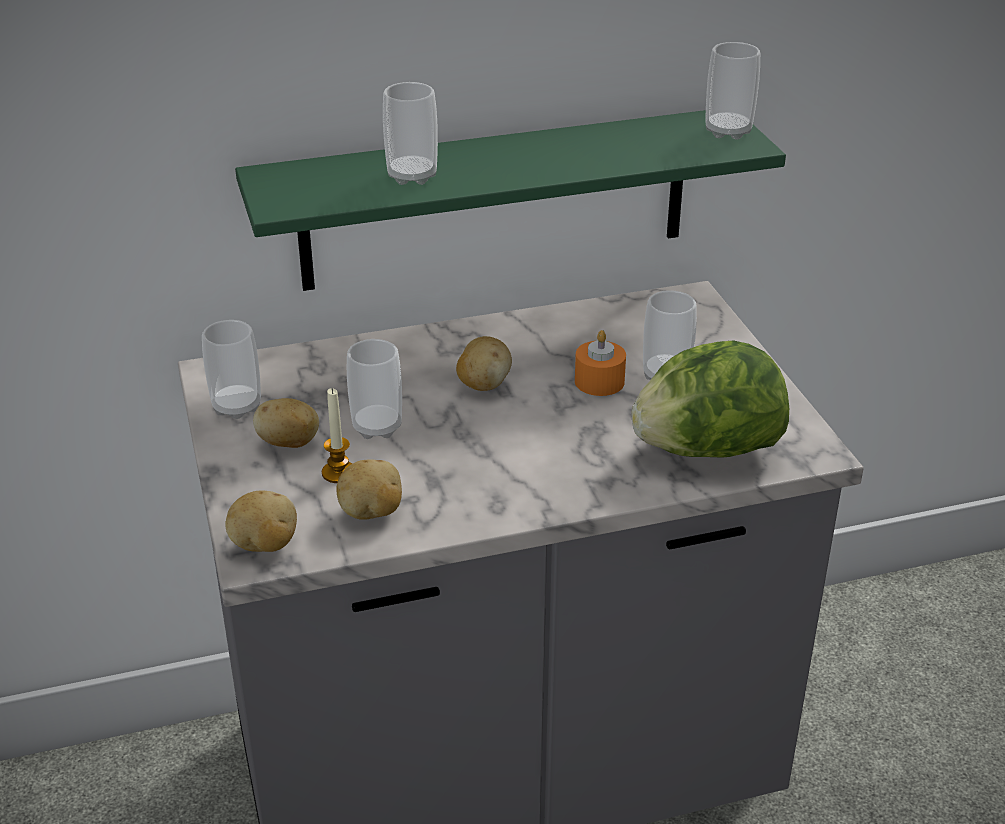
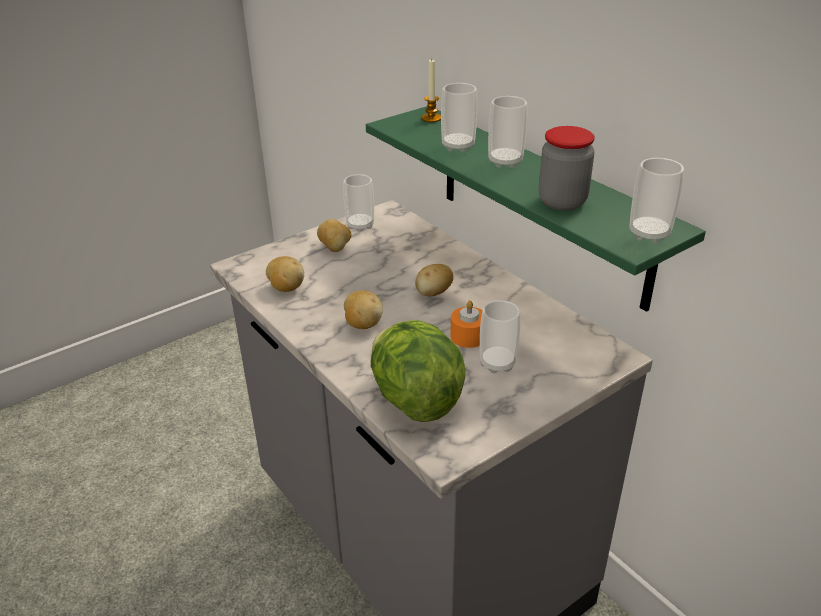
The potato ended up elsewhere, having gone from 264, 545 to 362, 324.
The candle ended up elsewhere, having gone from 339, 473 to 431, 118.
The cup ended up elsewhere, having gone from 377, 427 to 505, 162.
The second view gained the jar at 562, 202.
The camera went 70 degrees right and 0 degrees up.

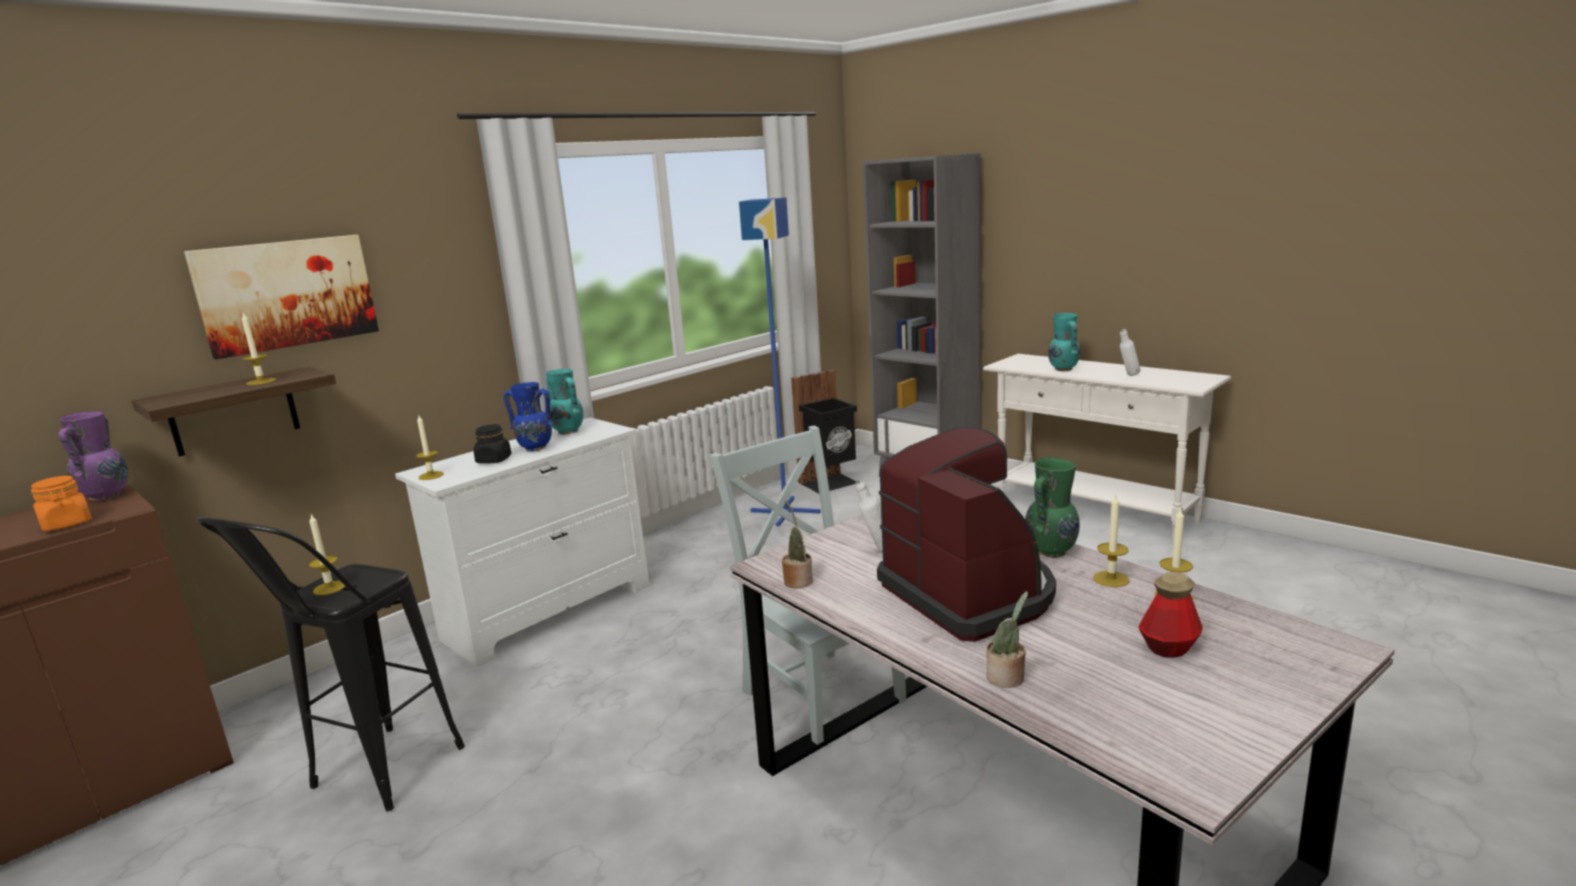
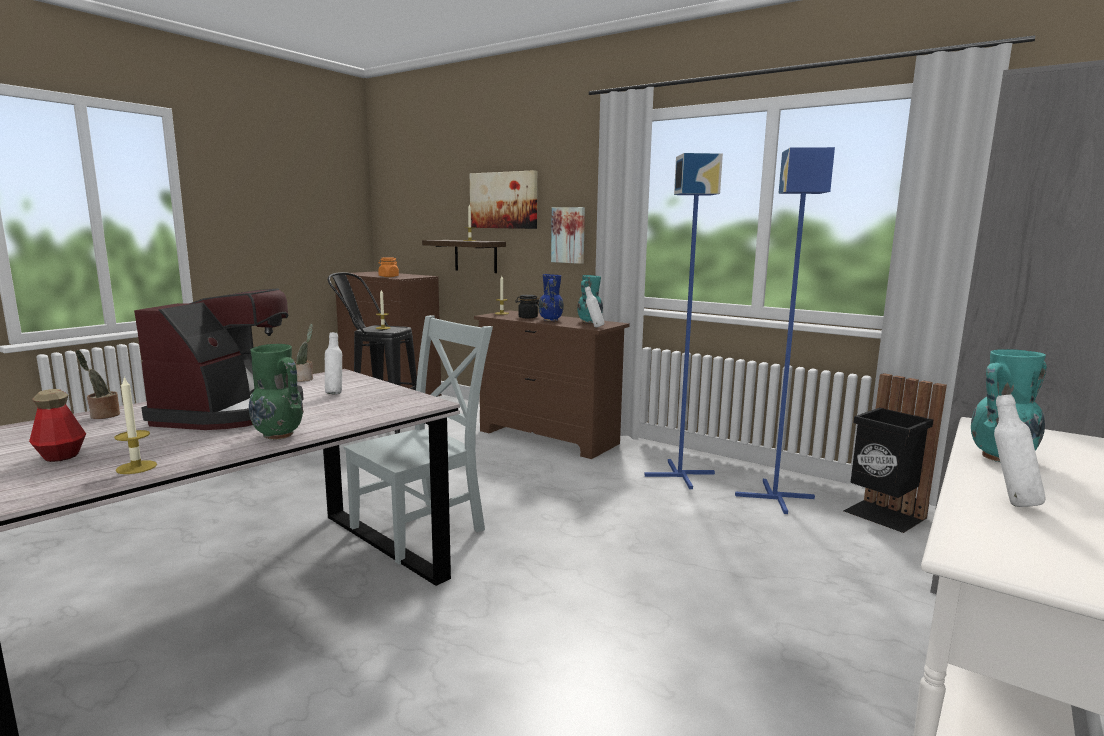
The coffee_machine at 969, 593 ended up facing another way, 45 degrees counterclockwise from before.
What was the white_dresser at 550, 611 turned into the brown_dresser at 548, 437.
The second view gained the picture at 569, 235.
The second view gained the white_bottle at 594, 327.
The second view gained the blue_floor_lamp at 680, 474.
The second view lost the purple_vase at 107, 497.
The second view lost the candle at 1111, 579.
The camera went 80 degrees right and 5 degrees down.

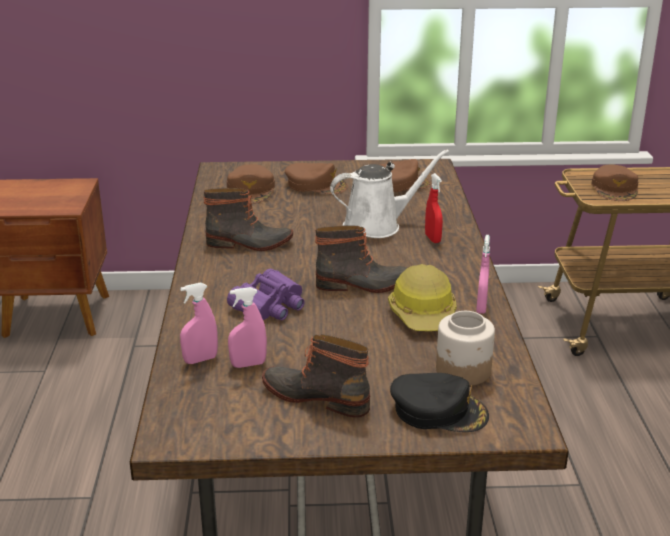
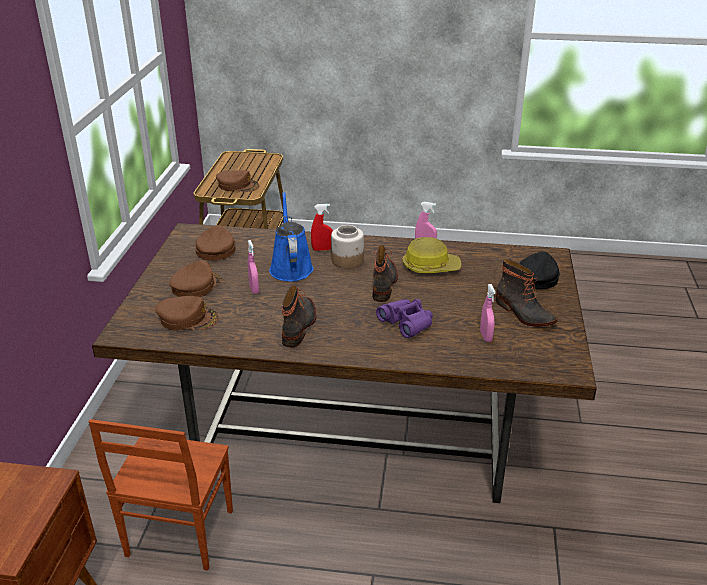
The second view gained the brown_chair at 178, 534.
The pink_spray_bottle ended up elsewhere, having gone from 200, 360 to 254, 289.
What was the white_watering_can at 377, 225 turned into the blue_watering_can at 290, 267.
The jar ended up elsewhere, having gone from 463, 371 to 347, 260.
The boot at 317, 396 ended up facing another way, 75 degrees counterclockwise from before.
The camera went 80 degrees left and 5 degrees up.

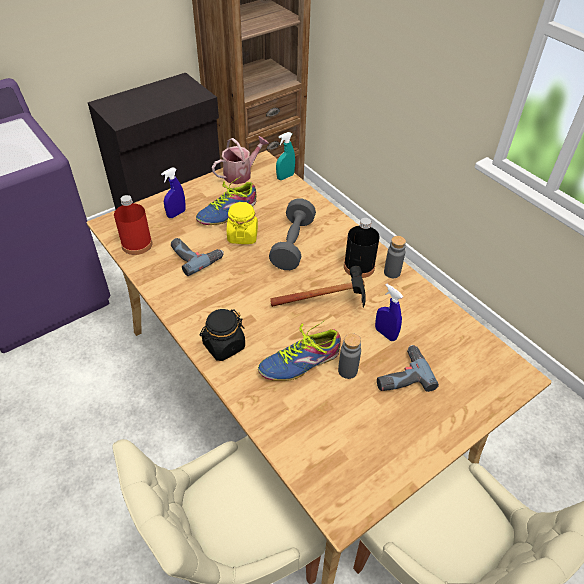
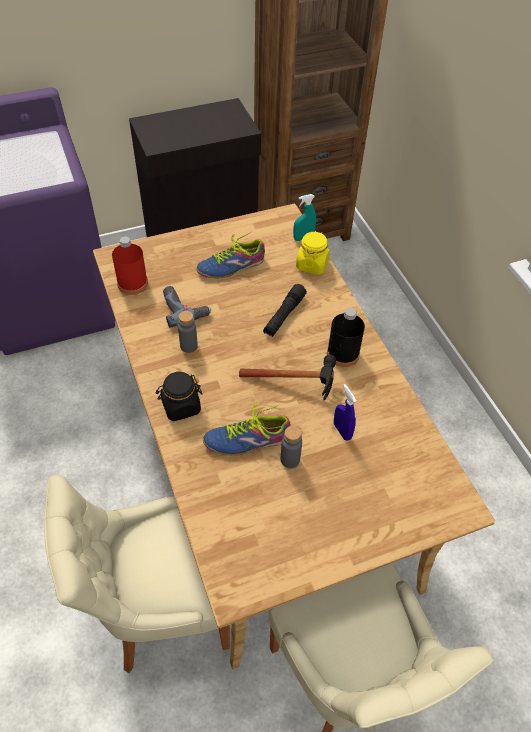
The grey_bottle ended up elsewhere, having gone from 392, 272 to 188, 346.
Where the grey_dumbbell stood at 293, 244, the black_flashlight came to stand at 284, 315.
The yellow_jar ended up elsewhere, having gone from 242, 235 to 312, 264.
The second view lost the blue_spray_bottle at 176, 214.
The second view lost the watering_can at 241, 174.
The second view lost the power_drill at 400, 374.
The camera went 15 degrees right and 5 degrees up.

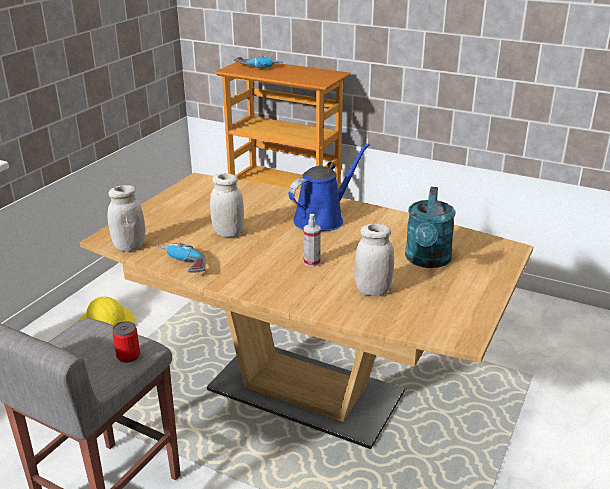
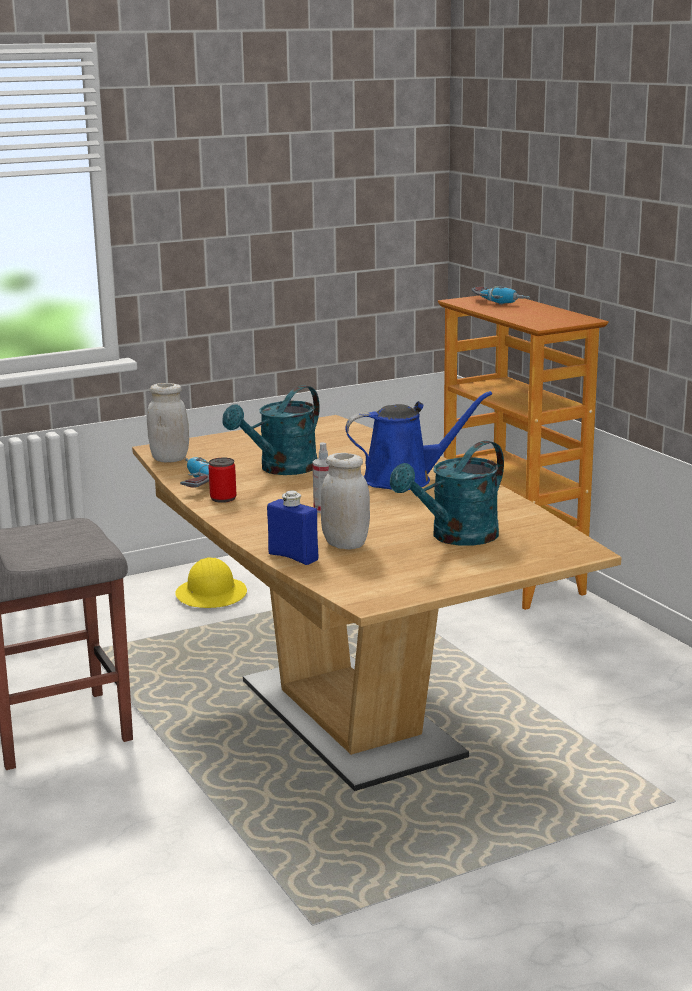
The can ended up elsewhere, having gone from 128, 356 to 223, 498.
Where the white_jar stood at 228, 233, the turquoise_watering_can came to stand at 281, 469.
The second view gained the blue_bottle at 293, 557.
The camera went 35 degrees right and 10 degrees down.

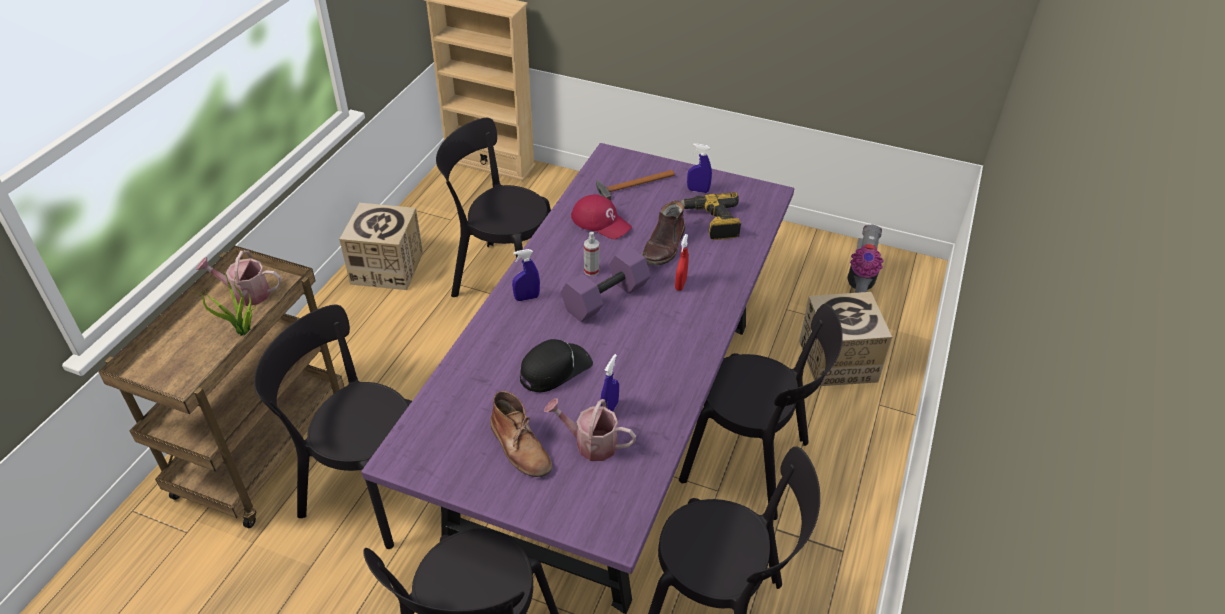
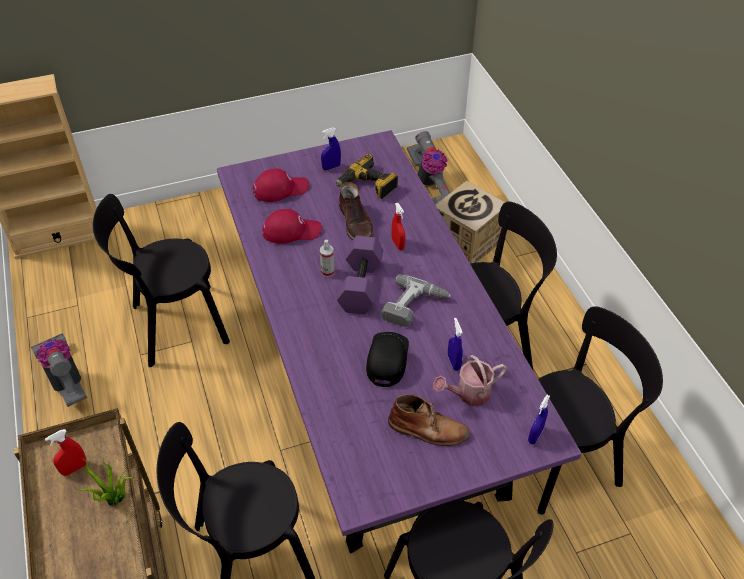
Where the cardboard_box stood at 387, 268, the vacuum_cleaner came to stand at 66, 379.
Where the watering_can stood at 246, 293, the red_spray_bottle came to stand at 74, 468.
Where the hammer stood at 632, 185, the red_cap came to stand at 280, 189.
The second view gained the power_drill at 415, 307.
The blue_spray_bottle ended up elsewhere, having gone from 527, 298 to 535, 435.
The camera went 40 degrees left and 5 degrees up.

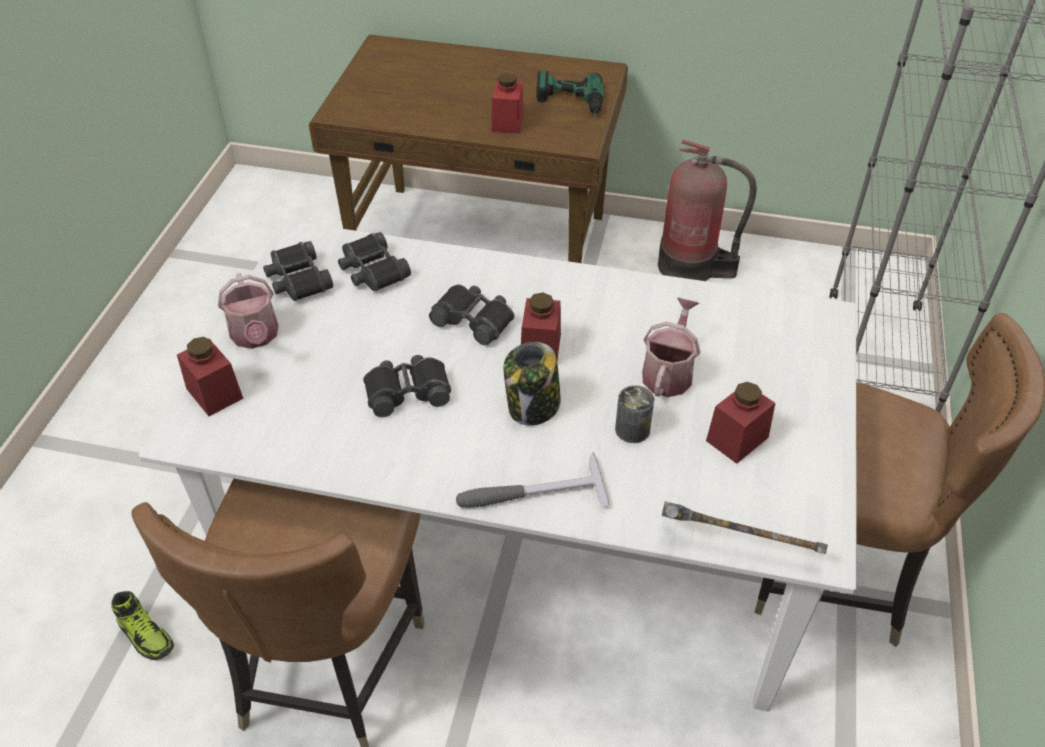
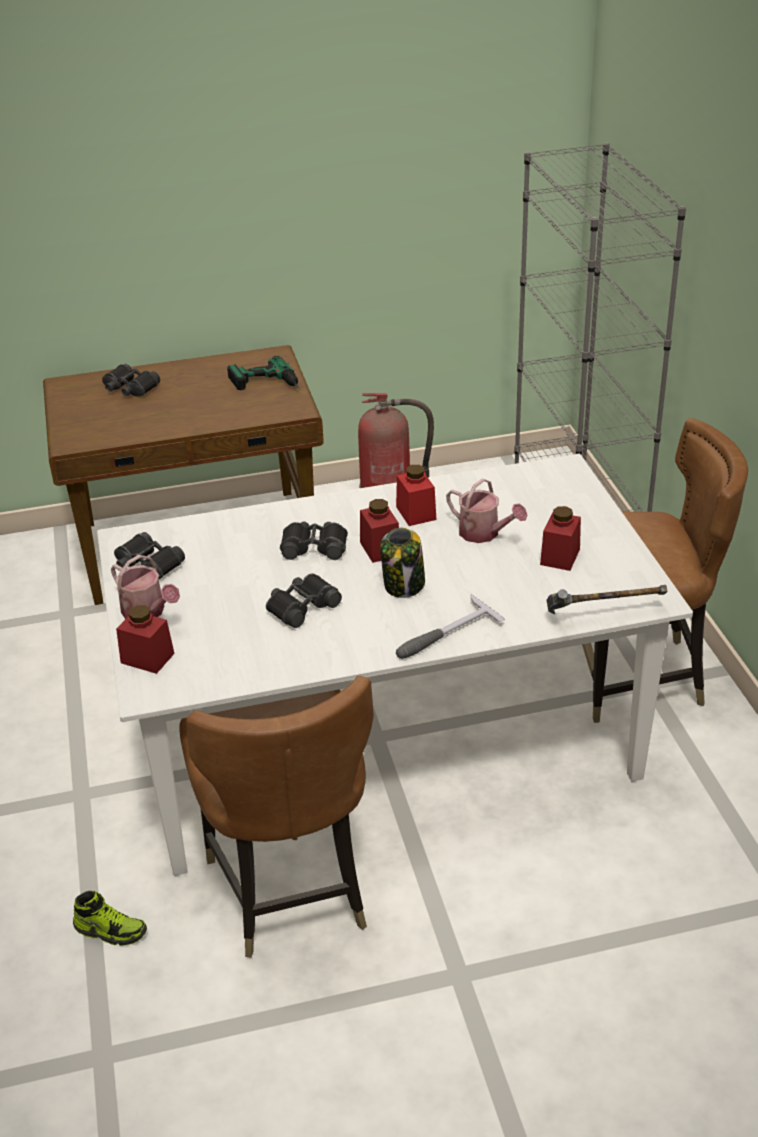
The black_binoculars ended up elsewhere, having gone from 372, 271 to 130, 388.
The red_jar ended up elsewhere, having gone from 507, 122 to 416, 513.
The watering_can at 669, 372 ended up facing another way, 135 degrees clockwise from before.
The second view lost the can at 632, 429.
The camera went 25 degrees left and 10 degrees down.

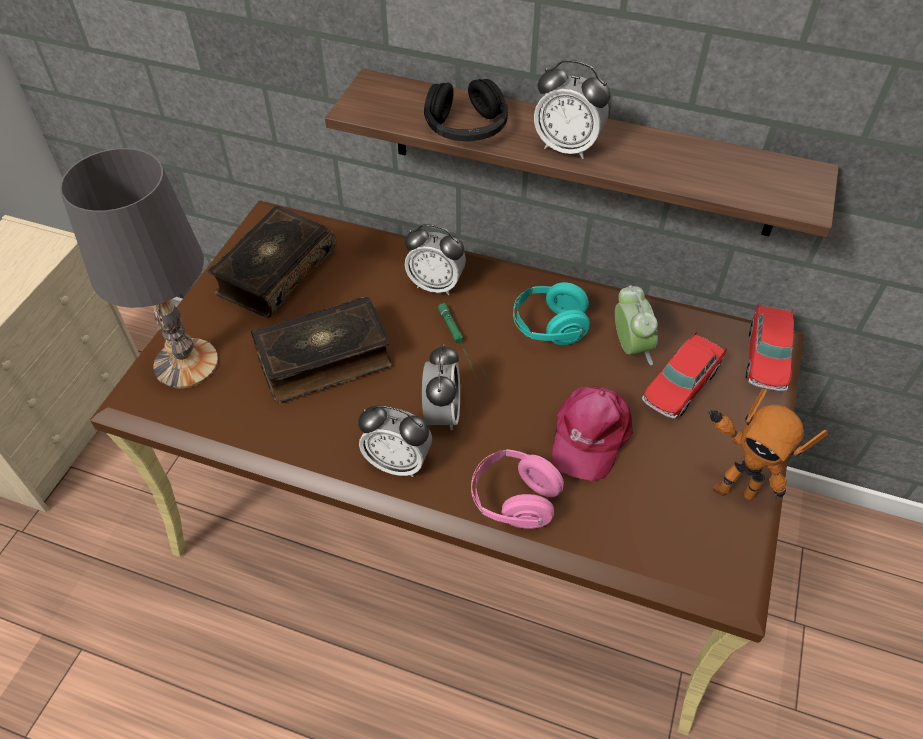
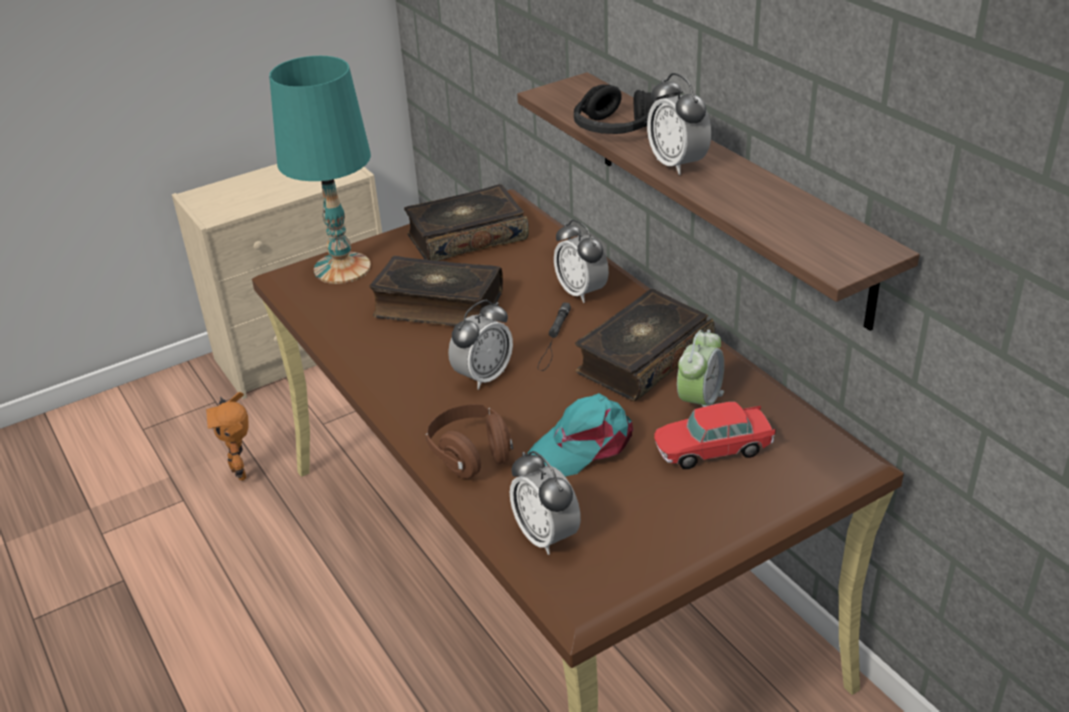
The toy_robot ended up elsewhere, having gone from 733, 488 to 242, 472.
What was the grey_table_lamp at 185, 363 turned into the turquoise_table_lamp at 342, 268.
What was the pink_headphones at 514, 500 turned into the brown_headphones at 471, 455.
The alarm_clock ended up elsewhere, having gone from 398, 462 to 546, 536.
What was the pink_cap at 589, 435 turned into the turquoise_cap at 584, 444.
What was the green_flashlight at 462, 345 turned into the black_flashlight at 554, 340.
Where the turquoise_headphones stood at 549, 327, the book came to stand at 642, 359.
The second view lost the toy_car at 766, 357.
The camera went 40 degrees right and 15 degrees down.

